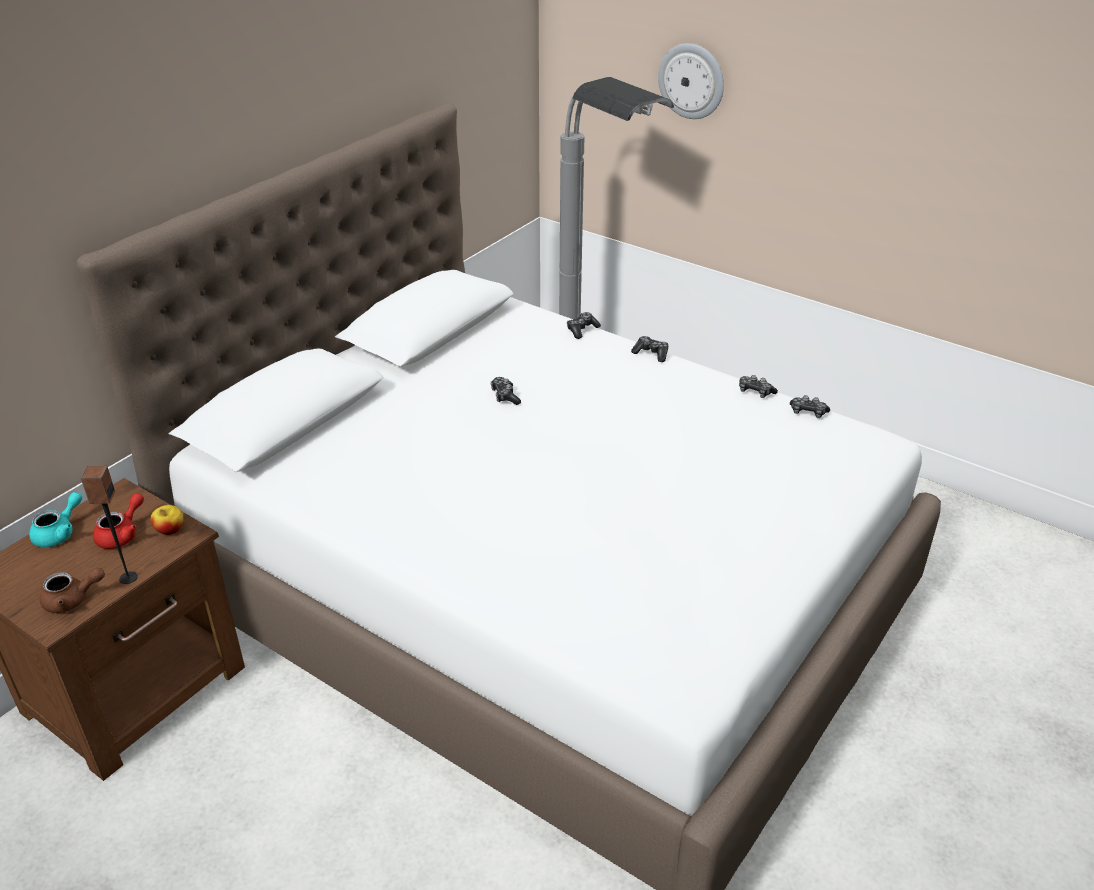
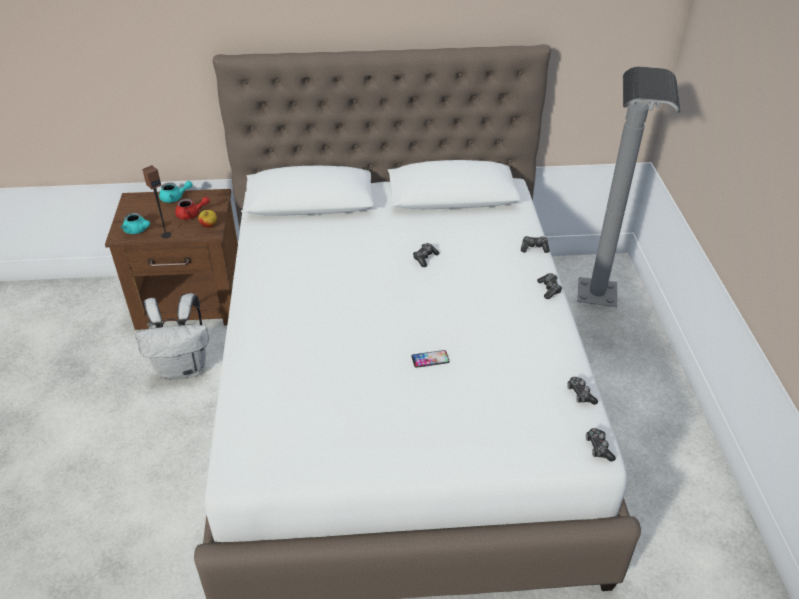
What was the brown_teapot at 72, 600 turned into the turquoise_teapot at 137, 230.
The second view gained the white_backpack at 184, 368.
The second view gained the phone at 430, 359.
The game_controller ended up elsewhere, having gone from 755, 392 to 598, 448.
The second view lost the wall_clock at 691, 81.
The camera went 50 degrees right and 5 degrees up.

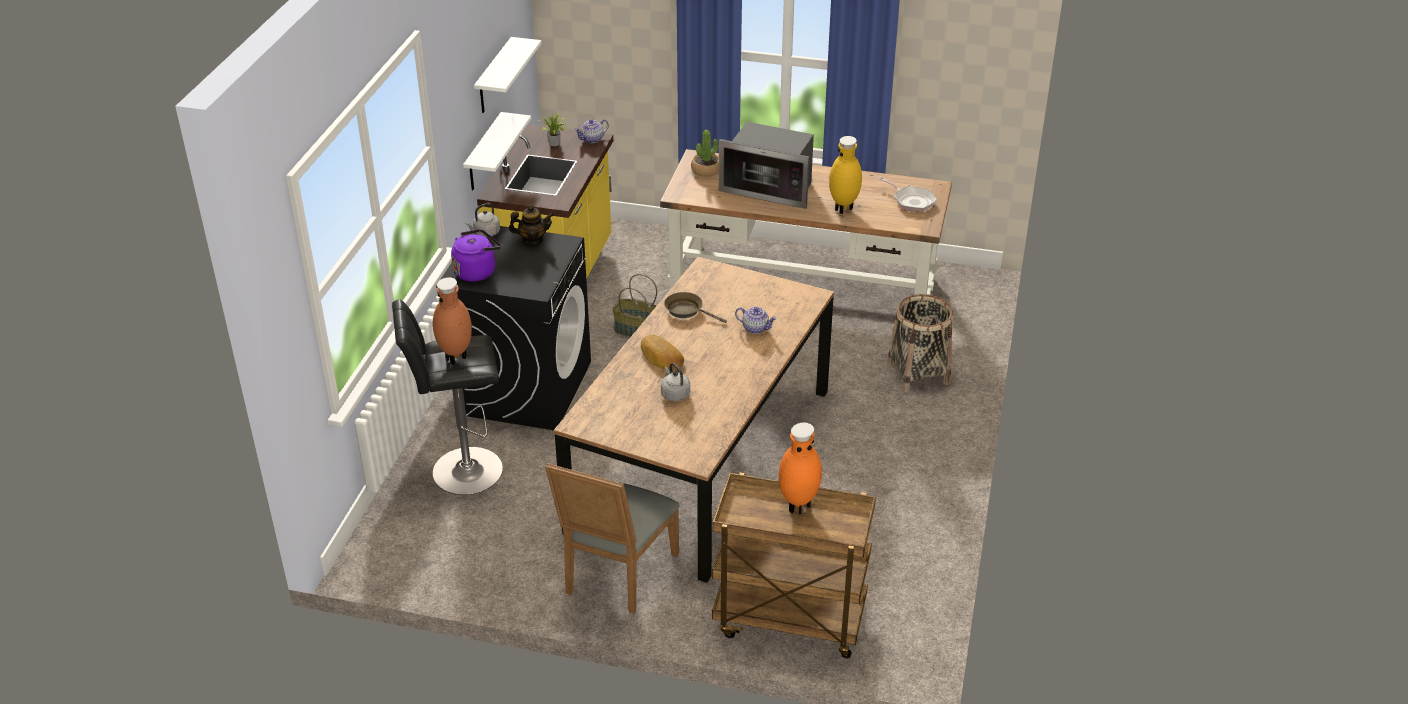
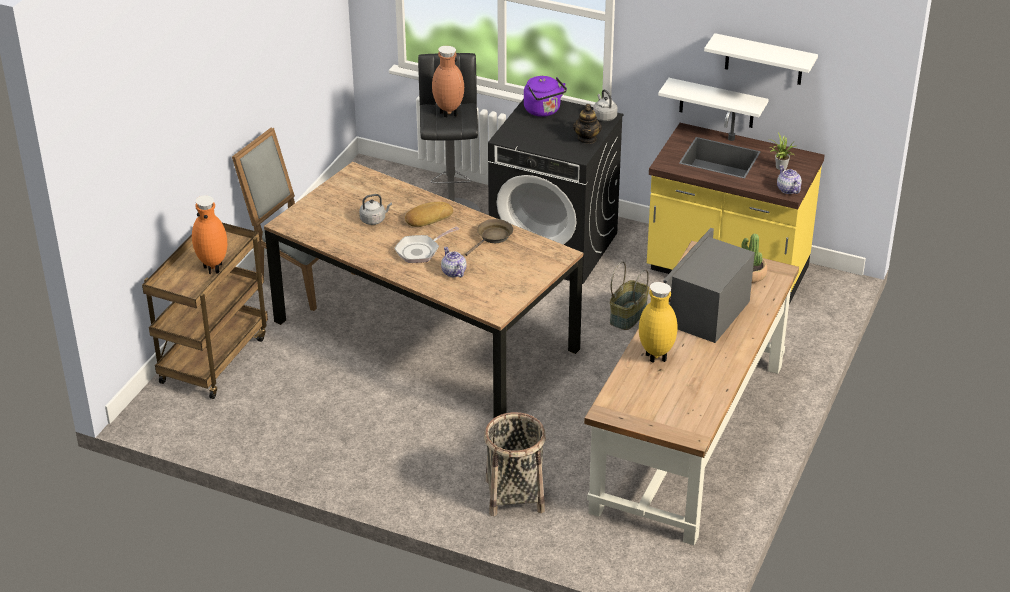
The frying_pan ended up elsewhere, having gone from 911, 201 to 420, 251.
The teapot at 755, 328 ended up facing another way, 120 degrees clockwise from before.
The camera went 100 degrees right and 0 degrees up.

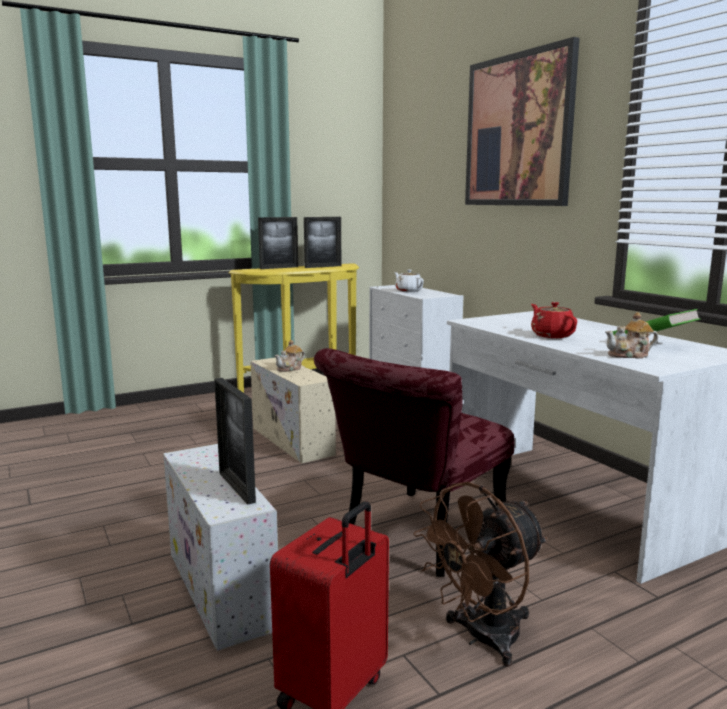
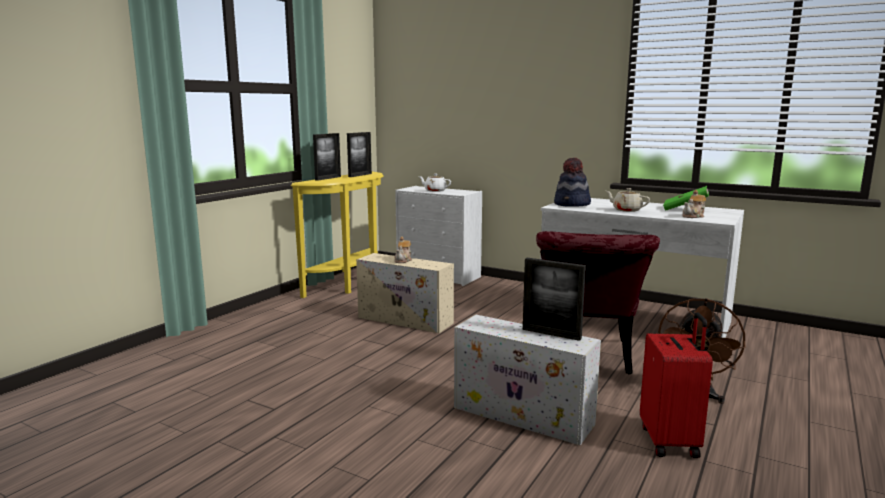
The second view gained the hat at 572, 204.
What was the red_teapot at 551, 335 turned into the beige_teapot at 626, 210.
The second view lost the picture at 518, 131.
The camera went 30 degrees left and 0 degrees up.

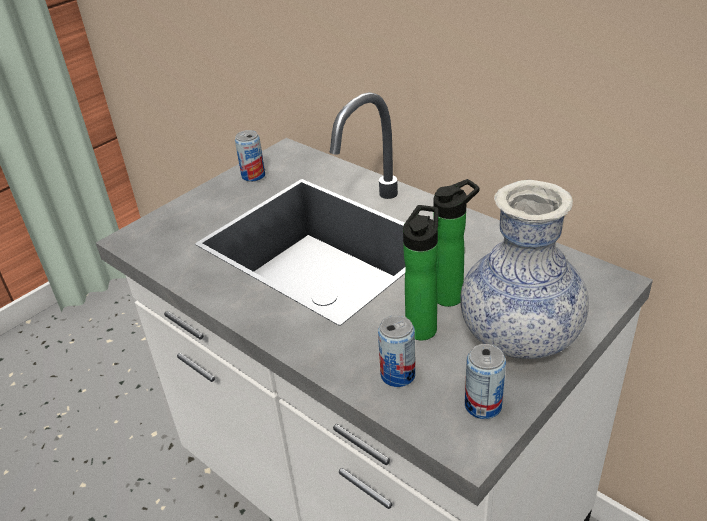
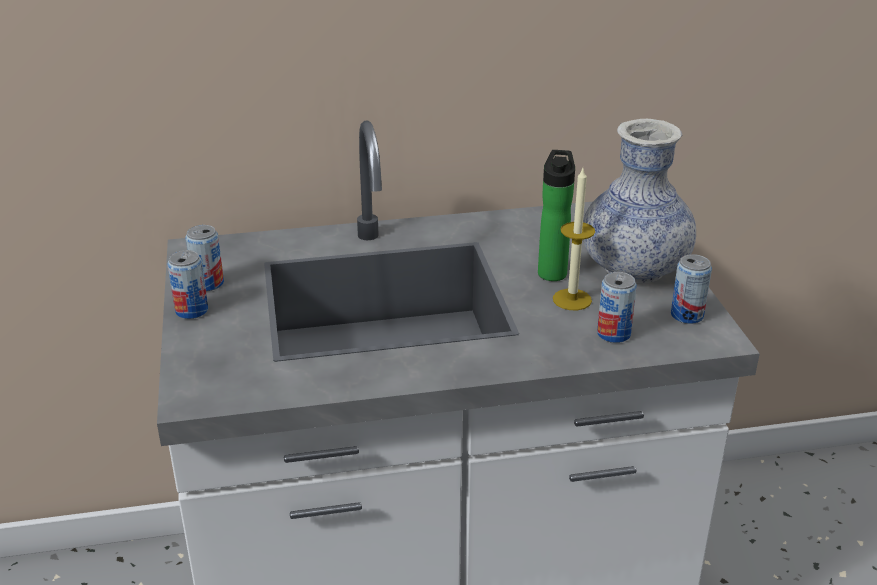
The second view gained the can at 191, 310.
Where the bottle stood at 422, 326, the candle came to stand at 572, 299.
The camera went 55 degrees left and 5 degrees down.

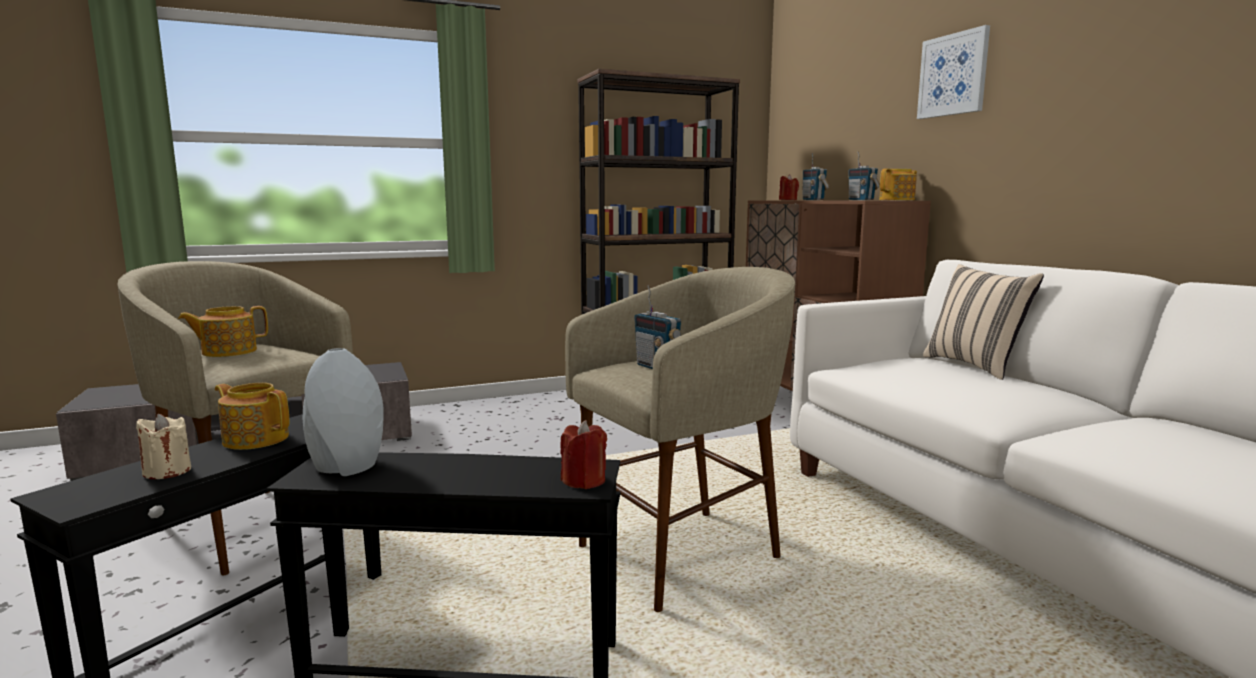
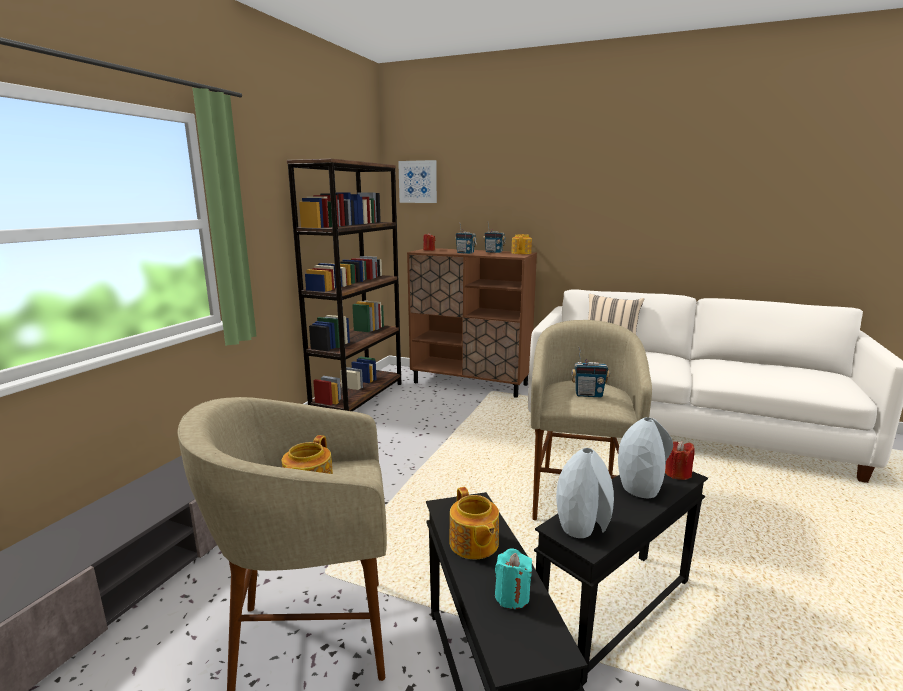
The picture ended up elsewhere, having gone from 953, 75 to 418, 182.
The teapot at 255, 439 ended up facing another way, 90 degrees counterclockwise from before.
What was the beige_candle at 167, 471 turned into the turquoise_candle at 512, 596.
The second view gained the grey_vase at 640, 488.
The camera went 45 degrees left and 5 degrees up.

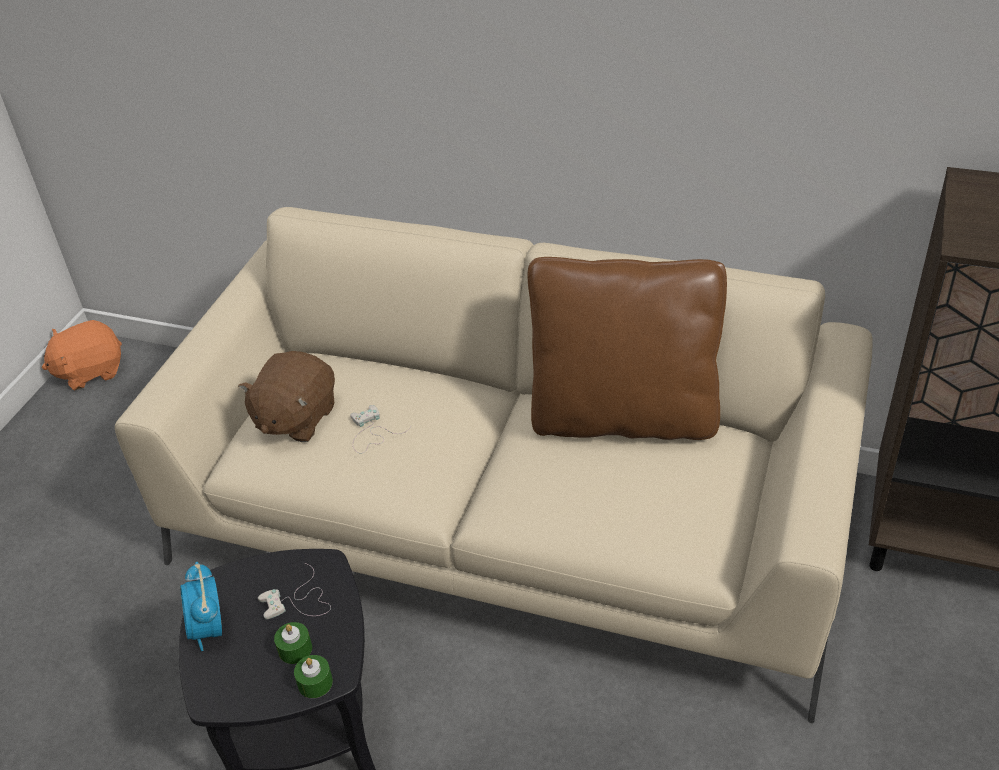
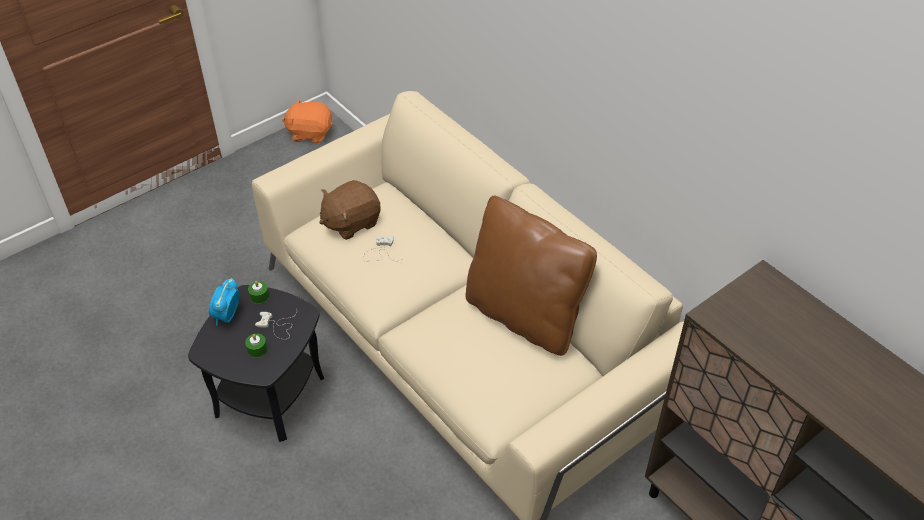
The green_candle ended up elsewhere, having gone from 315, 683 to 259, 296.
The camera went 30 degrees right and 5 degrees up.

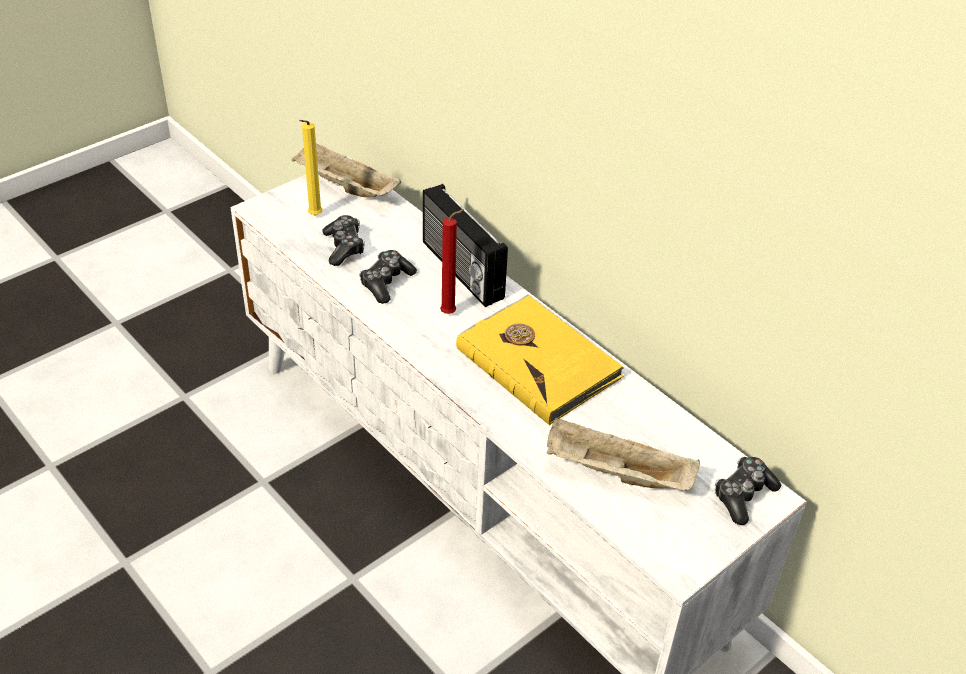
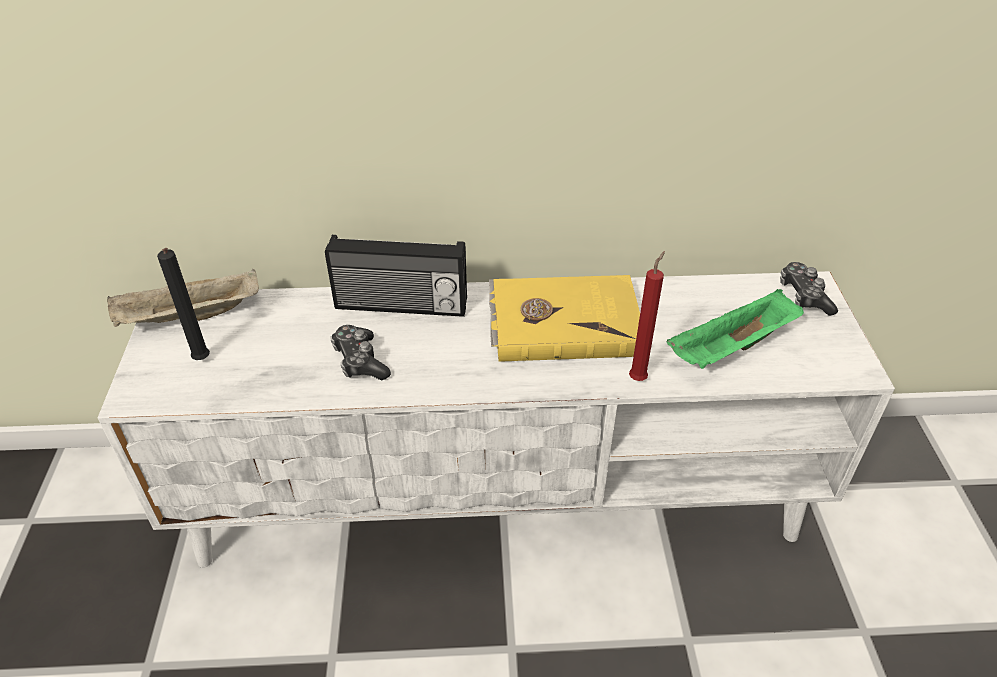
What was the yellow_candle at 313, 216 turned into the black_candle at 202, 361.
The red_candle ended up elsewhere, having gone from 450, 313 to 639, 378.
What was the beige_tray at 615, 473 turned into the green_tray at 731, 349.
The second view lost the game_controller at 344, 247.
The camera went 50 degrees left and 0 degrees up.

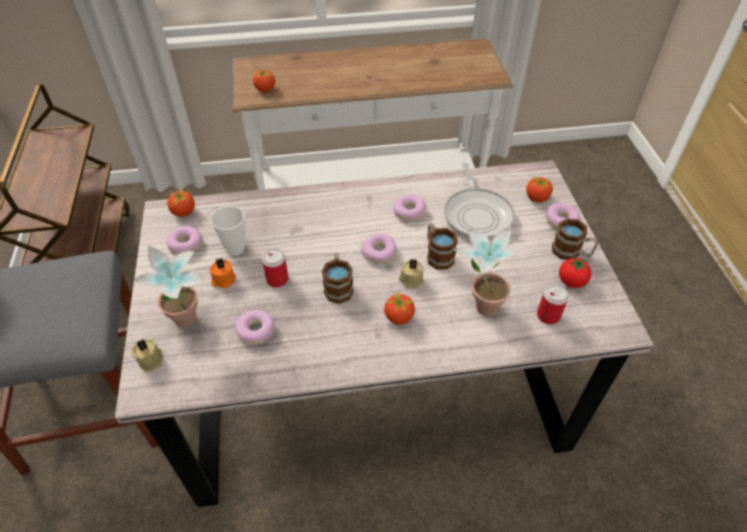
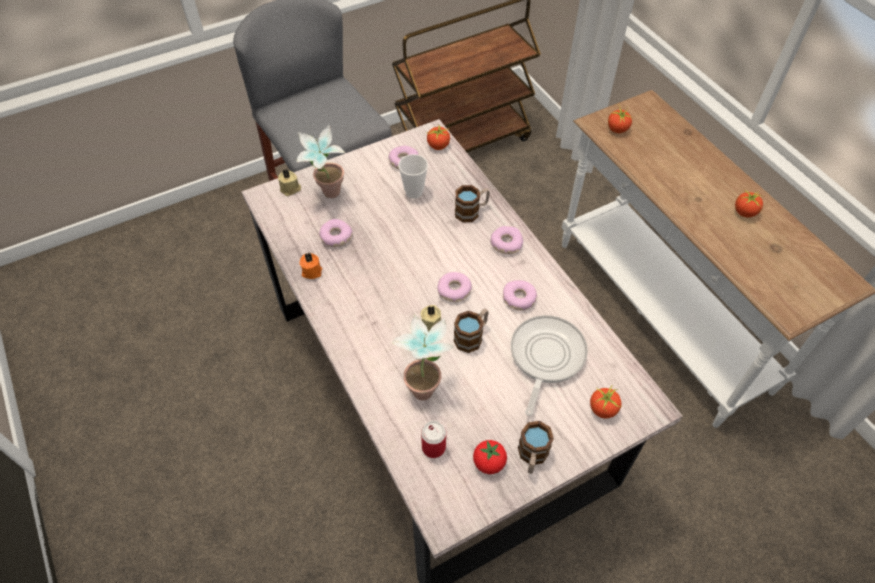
The orange_candle ended up elsewhere, having gone from 223, 280 to 311, 271.
The mug ended up elsewhere, having gone from 338, 286 to 471, 211.
The donut ended up elsewhere, having gone from 561, 221 to 506, 244.
The frying_pan at 477, 214 ended up facing another way, 135 degrees clockwise from before.
The tomato ended up elsewhere, having gone from 399, 317 to 744, 212.
The second view lost the can at 277, 279.
The camera went 70 degrees right and 5 degrees up.

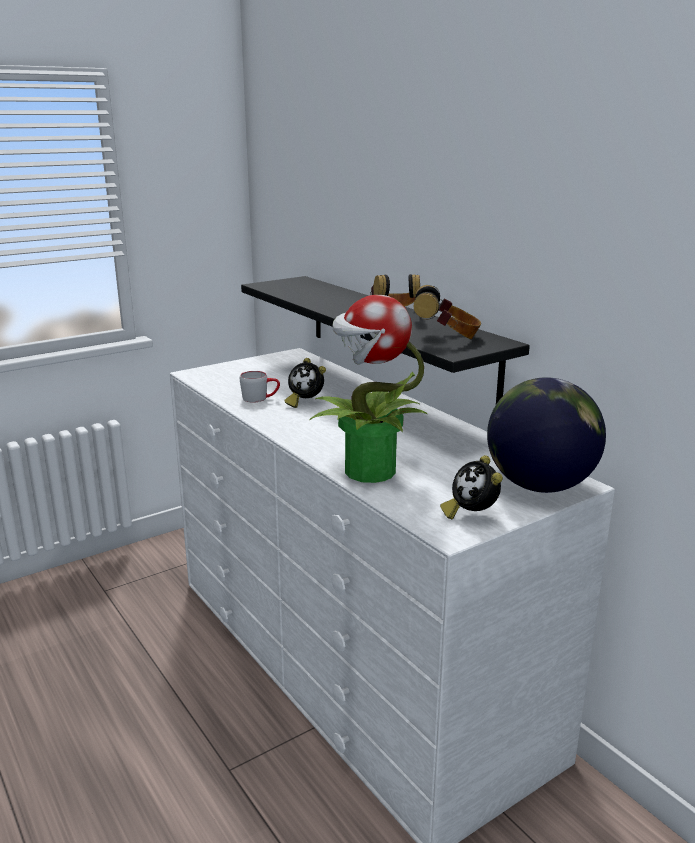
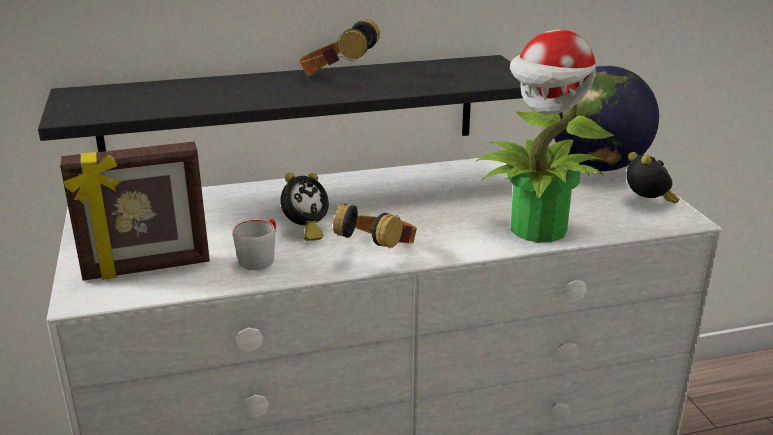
The second view gained the picture_frame at 147, 268.
The headphones ended up elsewhere, having gone from 446, 337 to 379, 254.
The alarm_clock at 471, 514 ended up facing another way, 105 degrees counterclockwise from before.
The camera went 70 degrees left and 5 degrees up.

